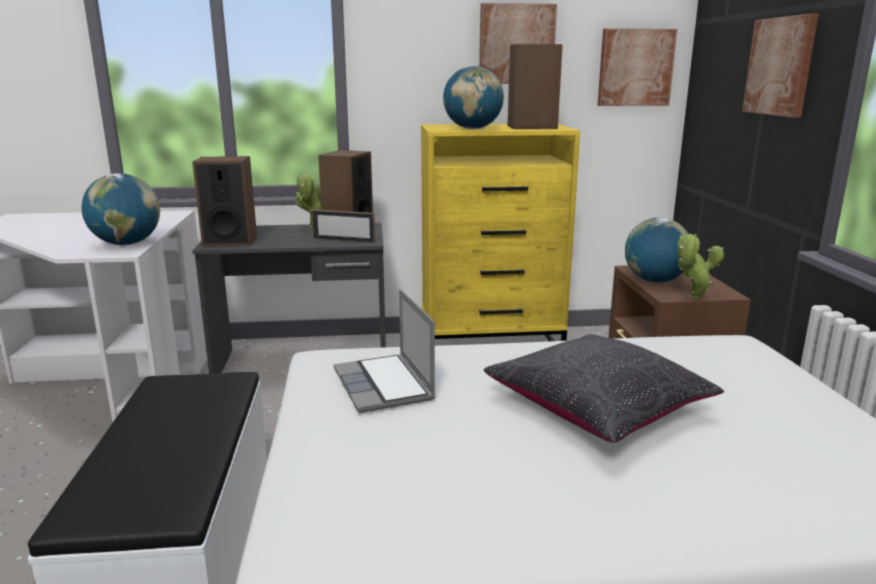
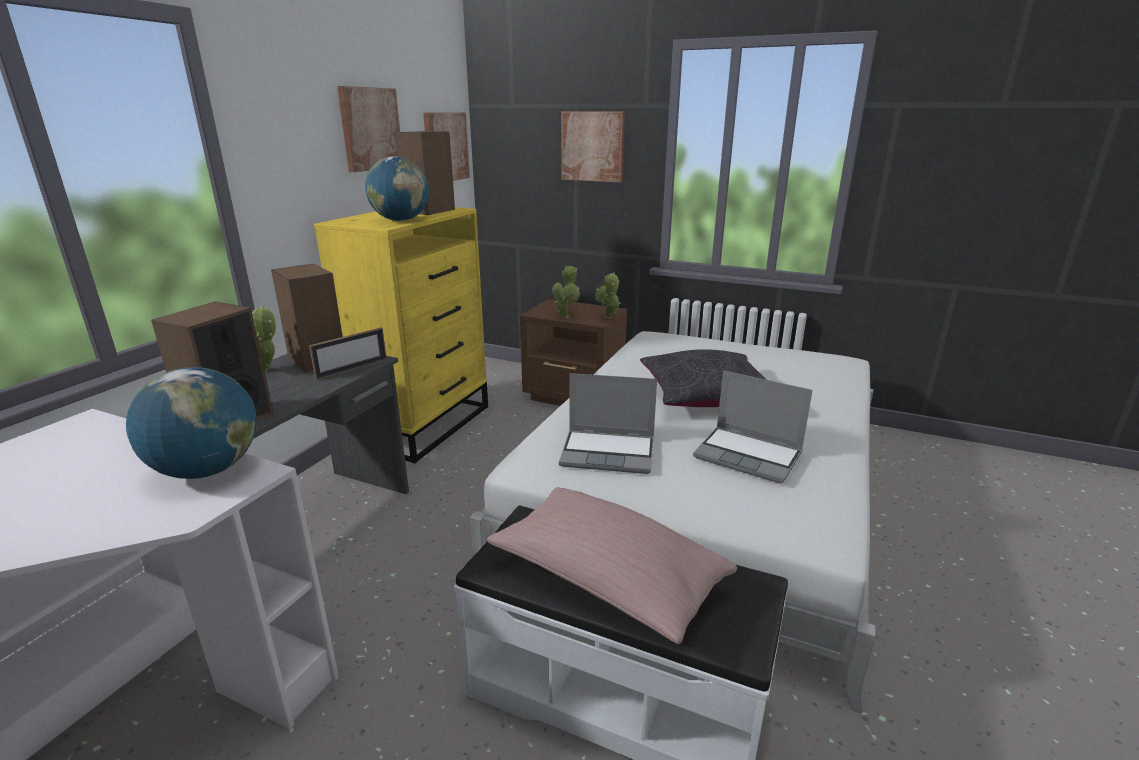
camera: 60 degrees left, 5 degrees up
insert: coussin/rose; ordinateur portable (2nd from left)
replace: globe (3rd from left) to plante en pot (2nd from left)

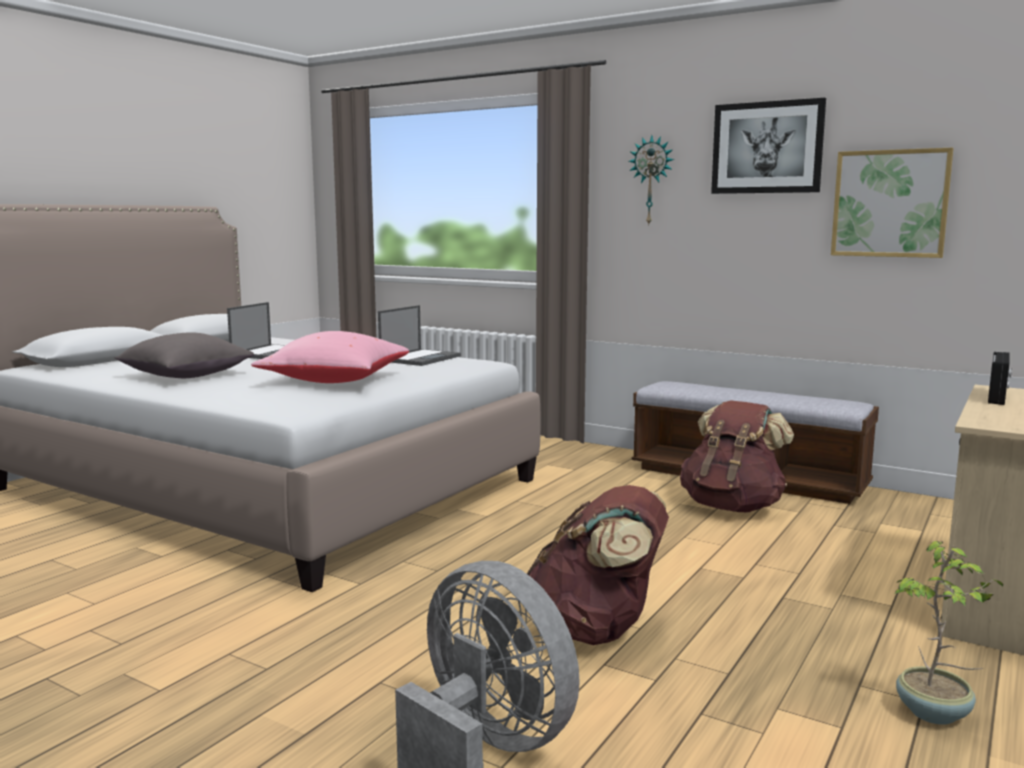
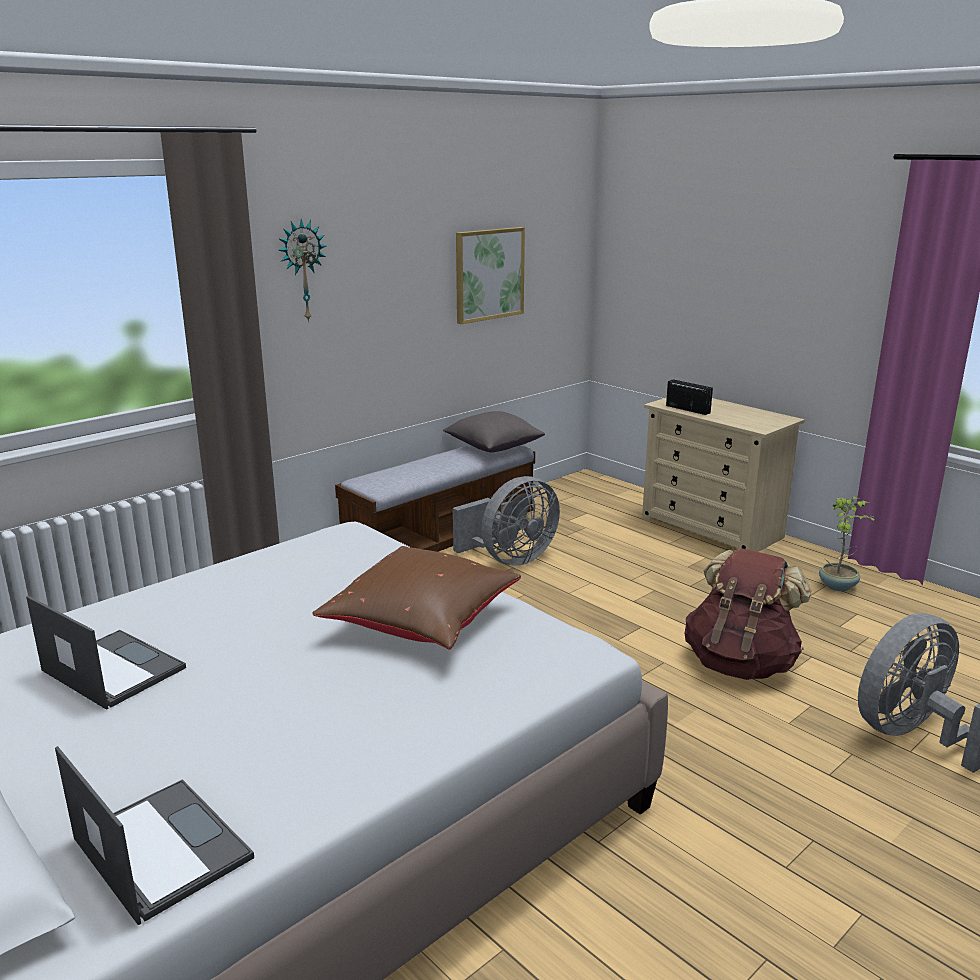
camera: 75 degrees left, 10 degrees up
delete: tableau (1st from left)
move: coussin/gris; ordinateur portable (2nd from left)
replace: sac à dos/marron (2nd from left) to ventilateur/gris (1st from left)
recolor: coussin/rose to coussin/marron

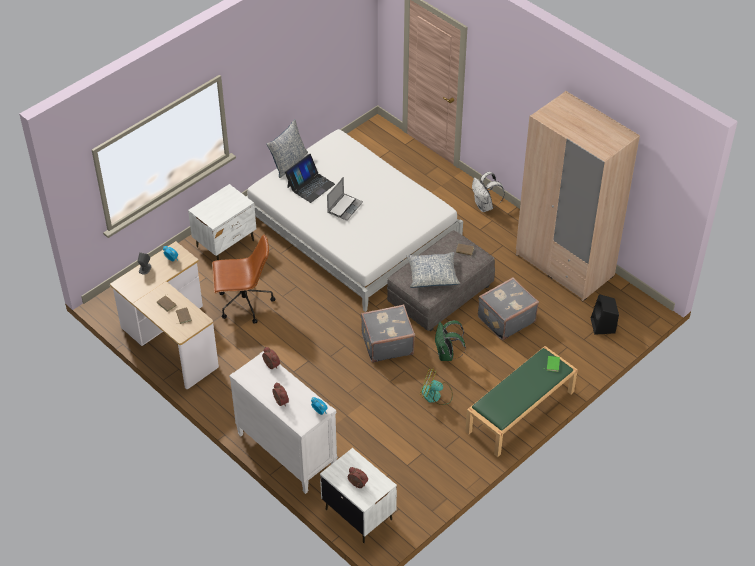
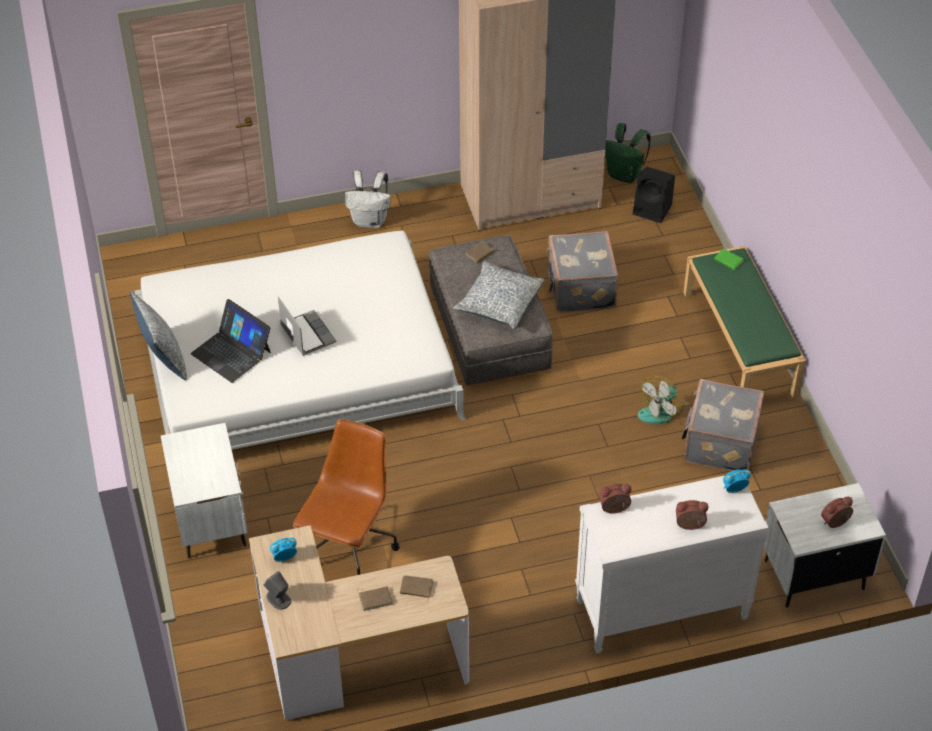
camera: 60 degrees left, 0 degrees up
move: valise/gris (1st from left in the first image) to valise/gris (2nd from left); sac à dos/vert
rotate: ordinateur portable (1st from left) 150 degrees clockwise

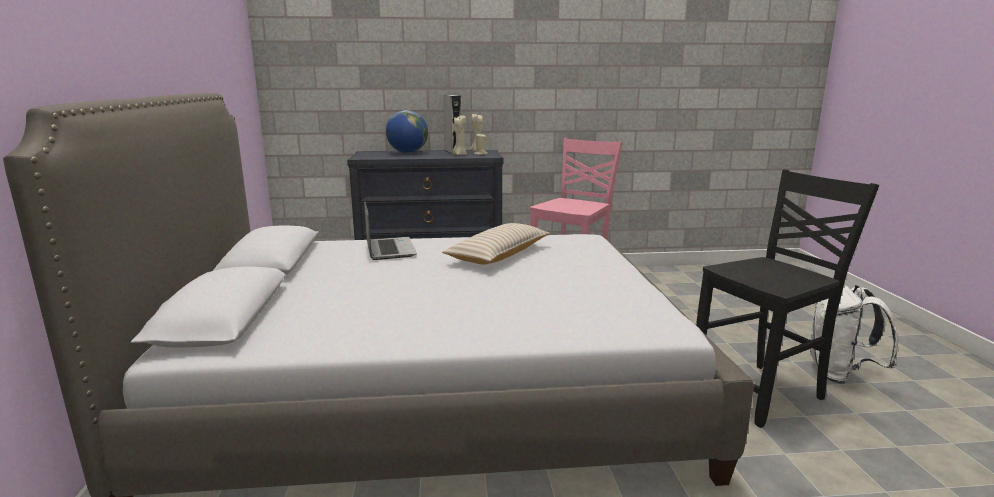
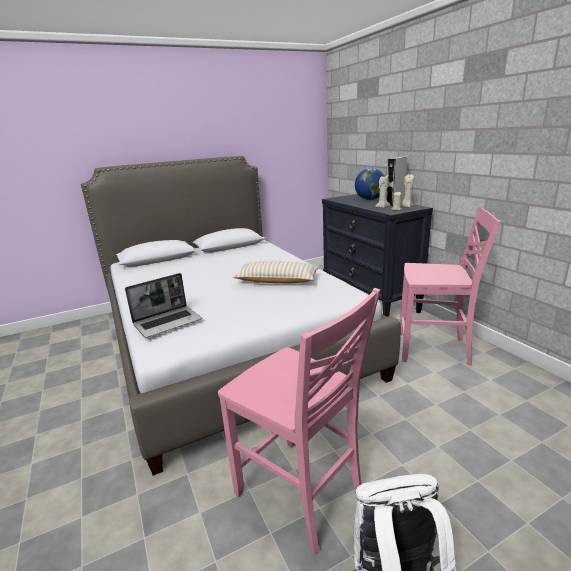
camera: 70 degrees right, 5 degrees up
move: ordinateur portable
recolor: chaise/noir to chaise/rose (1st from left)

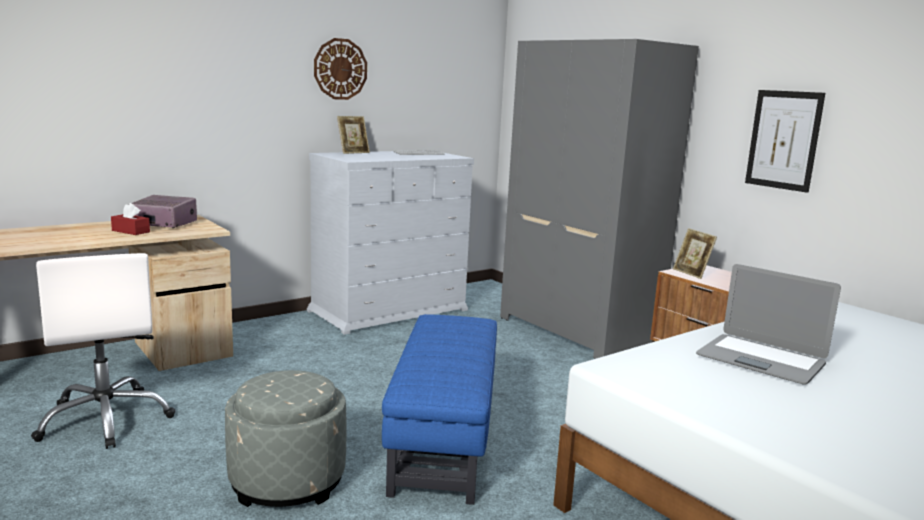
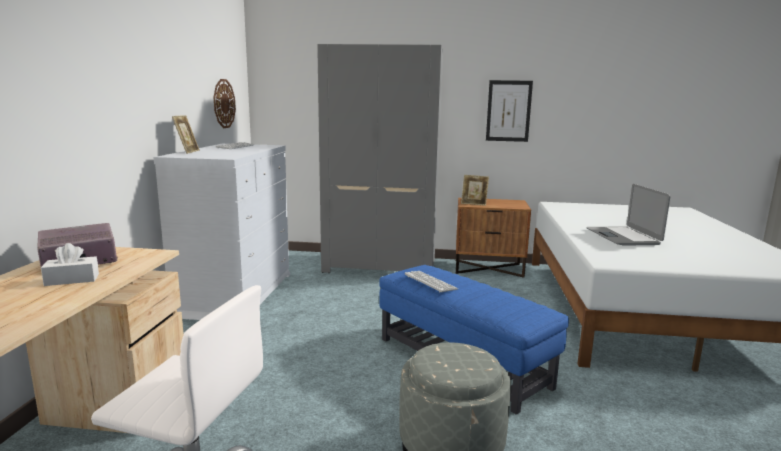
camera: 45 degrees left, 0 degrees up
insert: clavier (2nd from left)
move: horloge murale
recolor: boîte à mouchoirs/rouge to boîte à mouchoirs/blanc
rotate: ordinateur portable 90 degrees clockwise

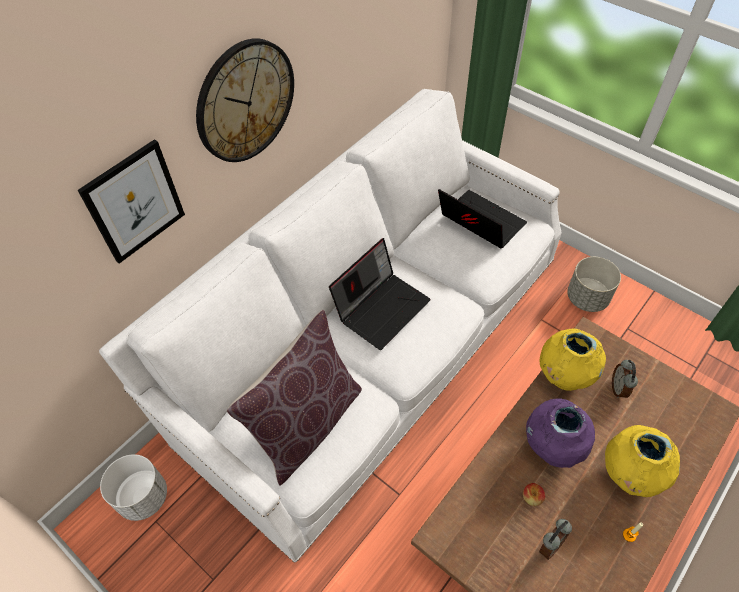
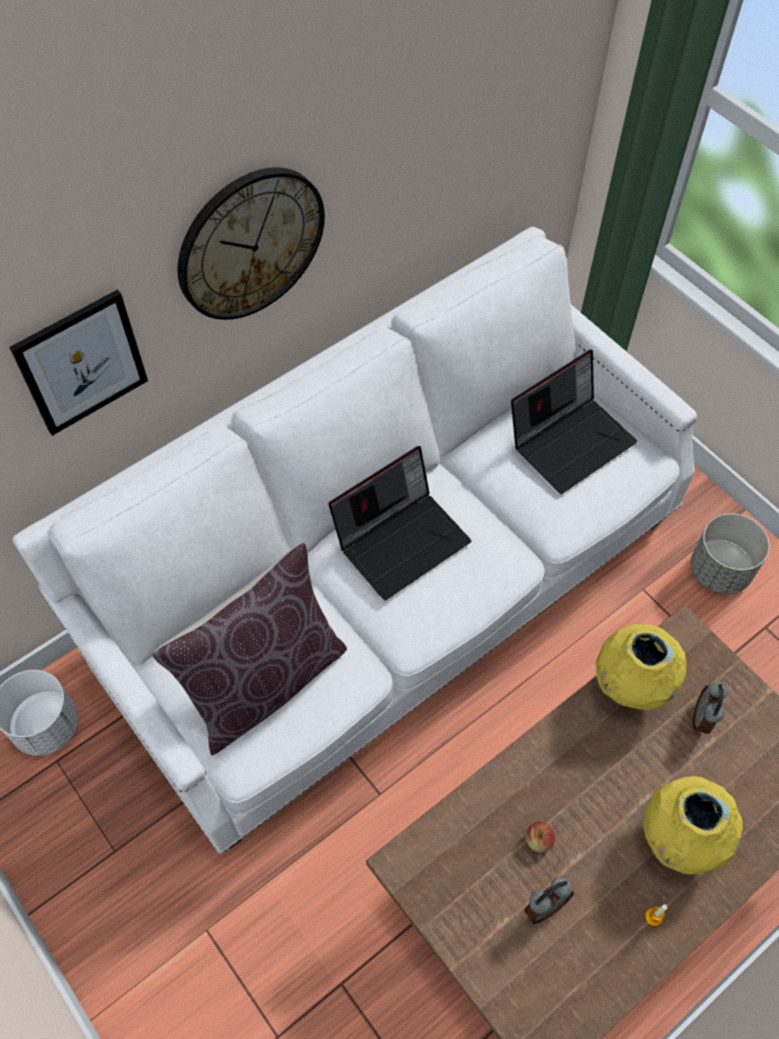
camera: 10 degrees right, 5 degrees up
delete: vase/violet
rotate: ordinateur portable (2nd from left) 90 degrees clockwise

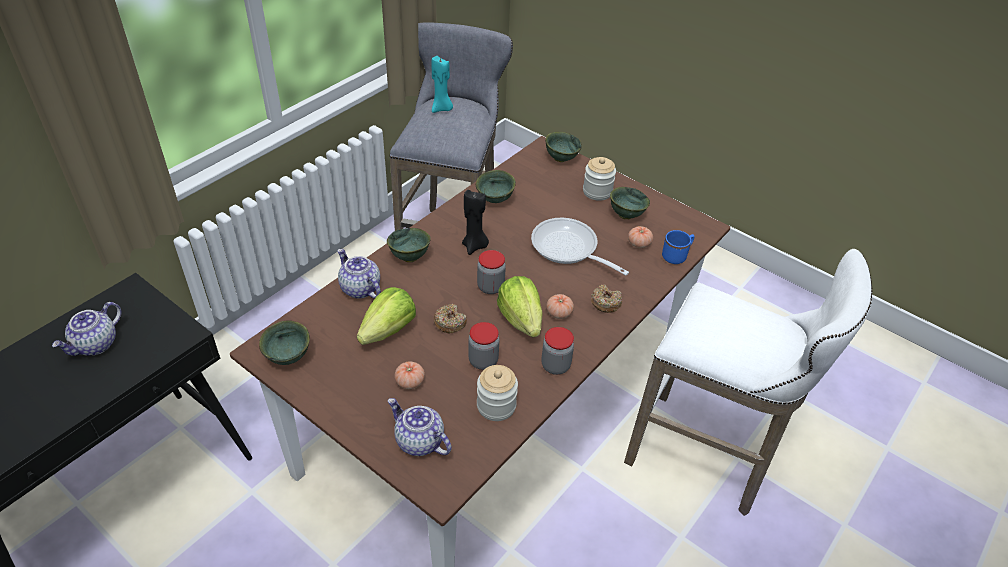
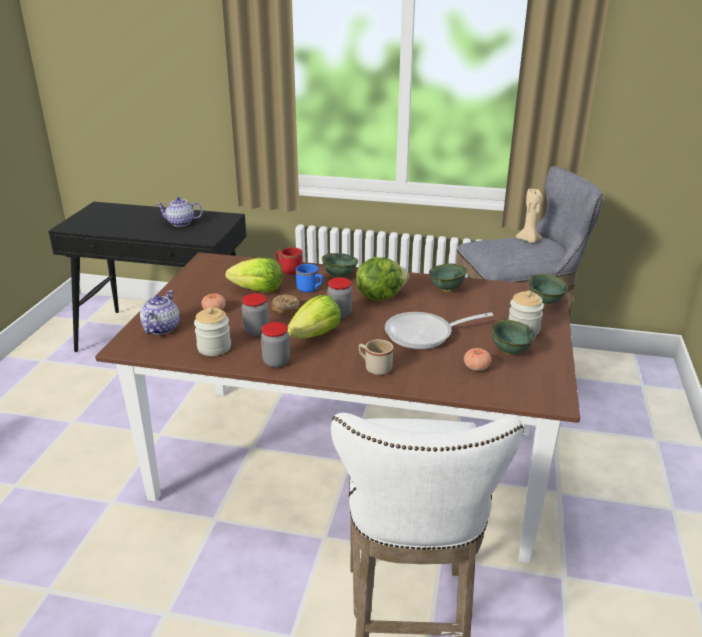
camera: 65 degrees right, 15 degrees down
delete: bol/vert (1st from left); tomate (2nd from left)
move: mug/bleu
replace: théière (2nd from left) to mug/rouge; bougie/noir to laitue (3rd from left); beignet (2nd from left) to mug/beige
recolor: bougie/turquoise to bougie/beige
rotate: poêle 120 degrees counterclockwise

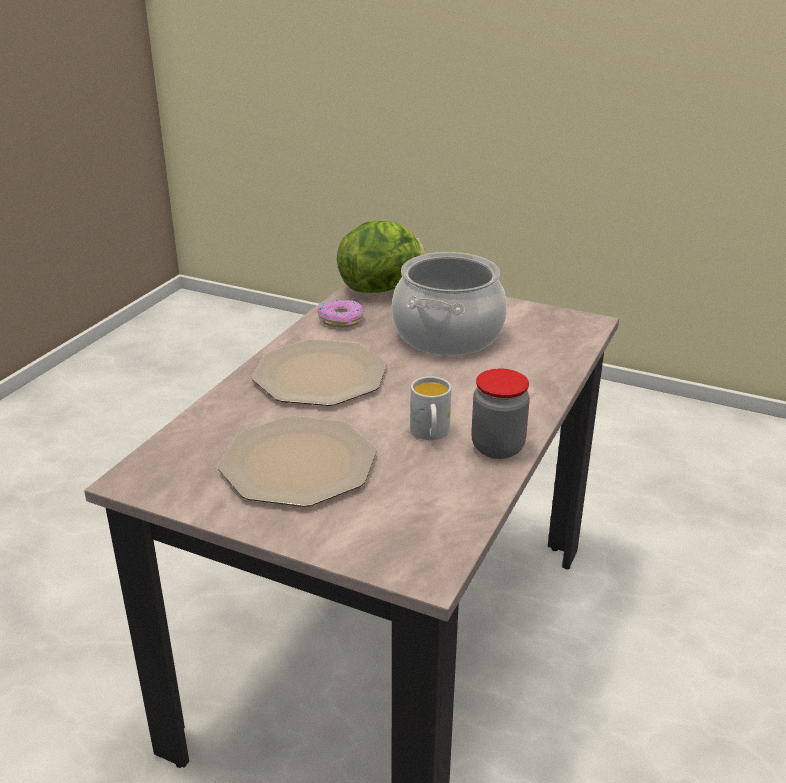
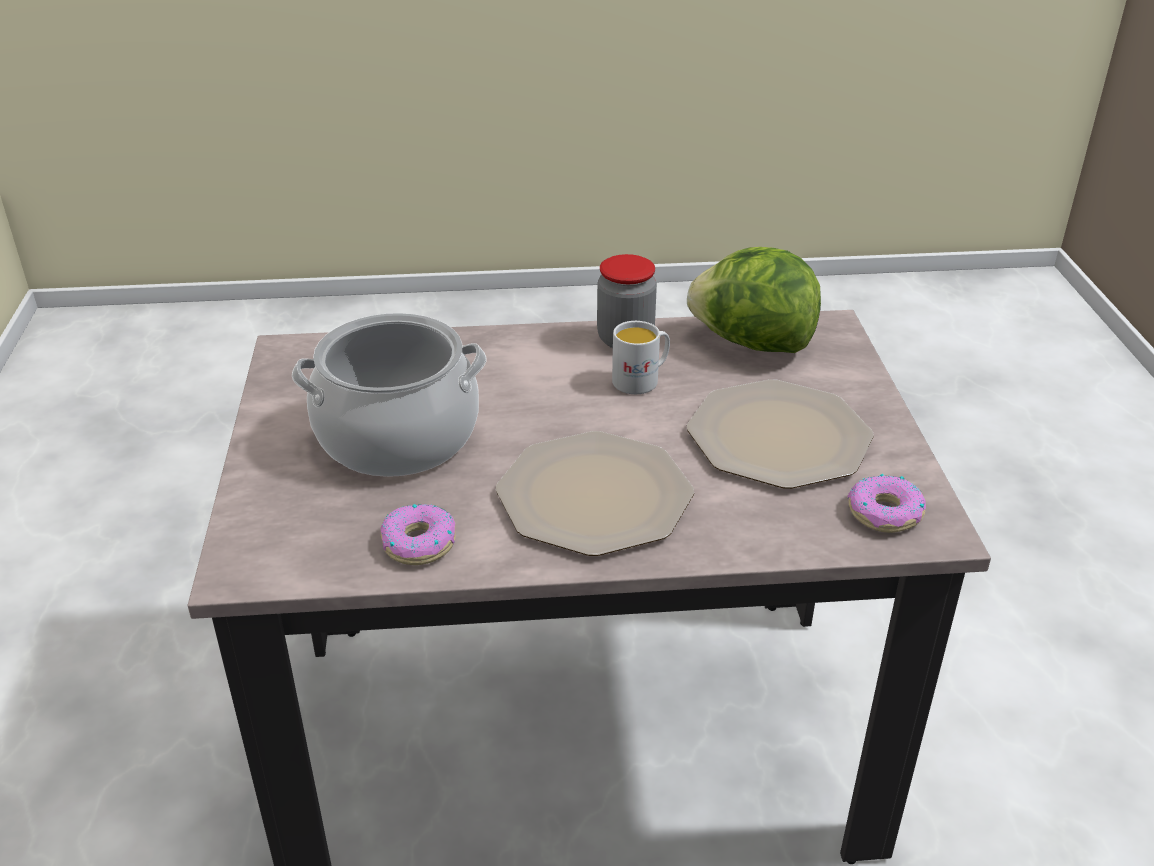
camera: 120 degrees left, 5 degrees up
insert: beignet (2nd from left)
move: laitue

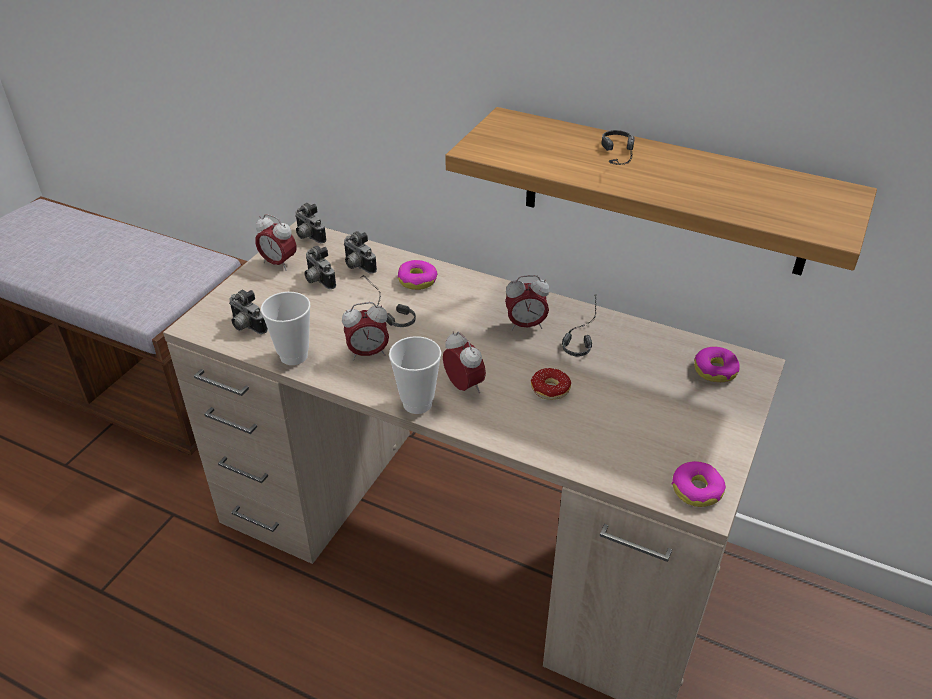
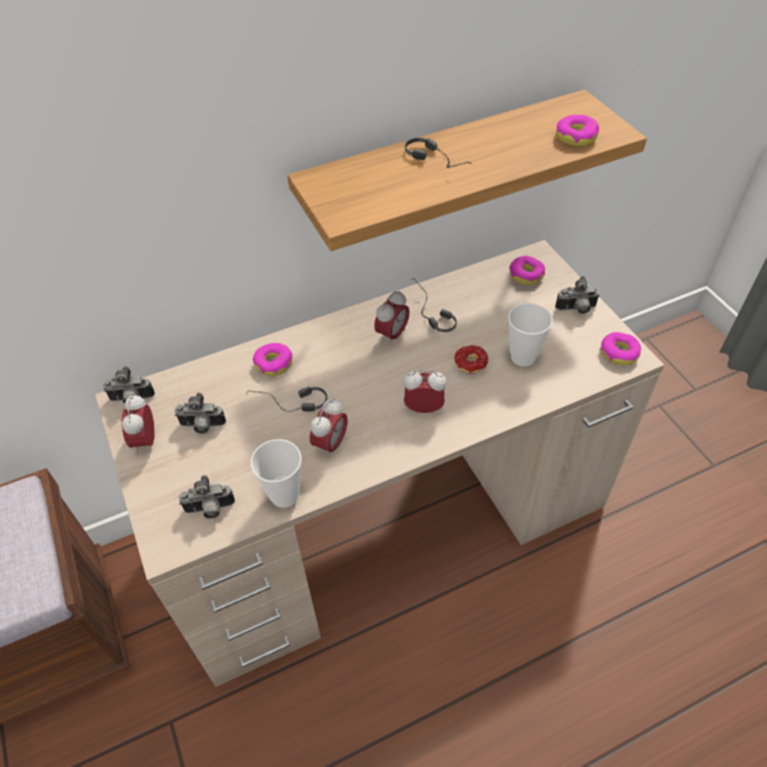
camera: 50 degrees left, 10 degrees up
insert: beignet (4th from left)
move: appareil photo (4th from left); tasse (2nd from left)
rotate: réveil (1st from left) 105 degrees clockwise

